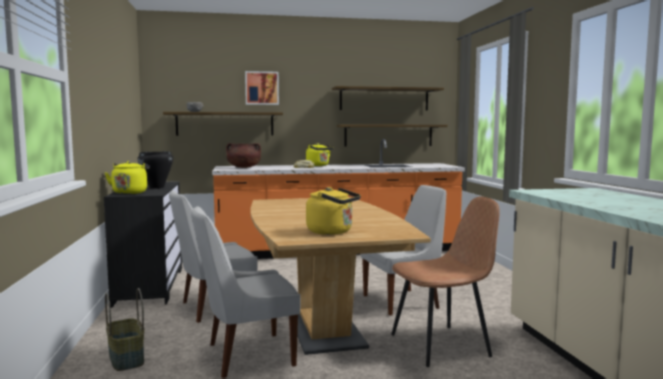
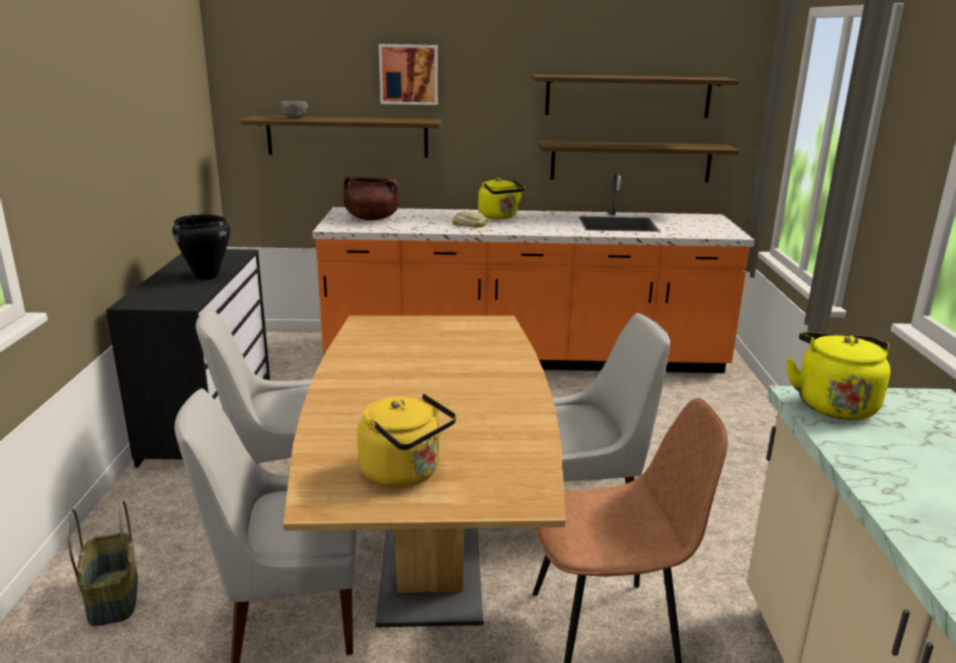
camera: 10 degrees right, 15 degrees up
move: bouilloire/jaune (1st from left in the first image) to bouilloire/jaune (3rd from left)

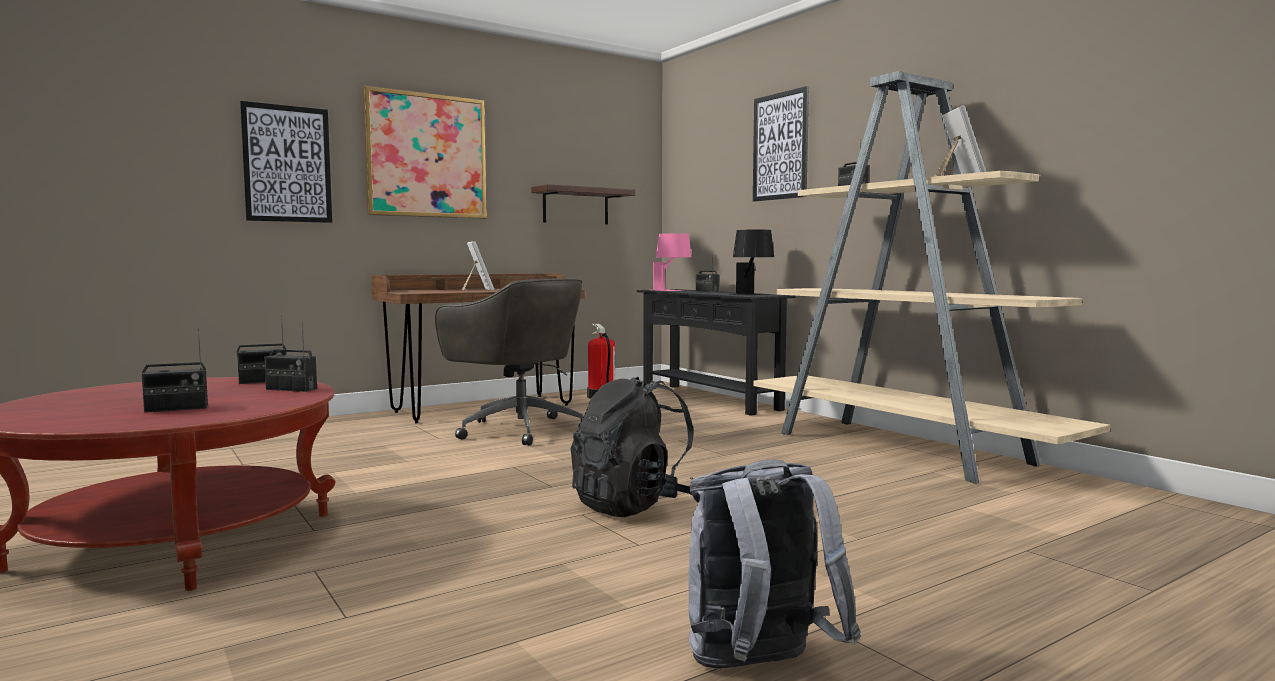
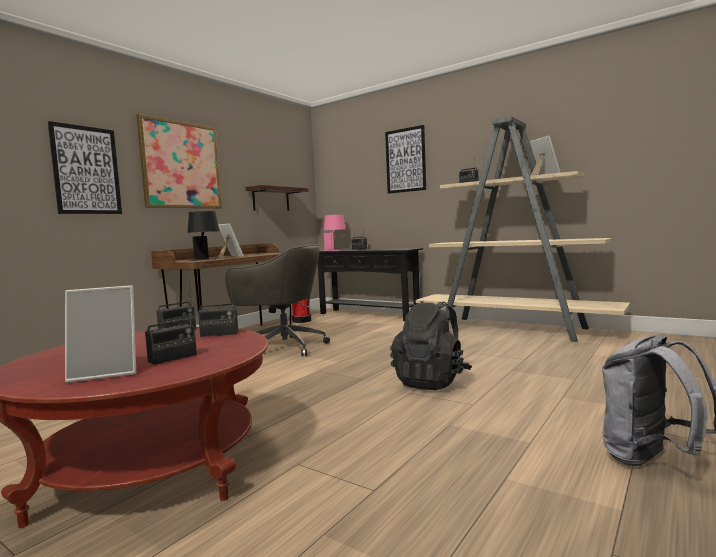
camera: 20 degrees left, 0 degrees up
insert: cadre photo (1st from left)
move: lampe de table/noir

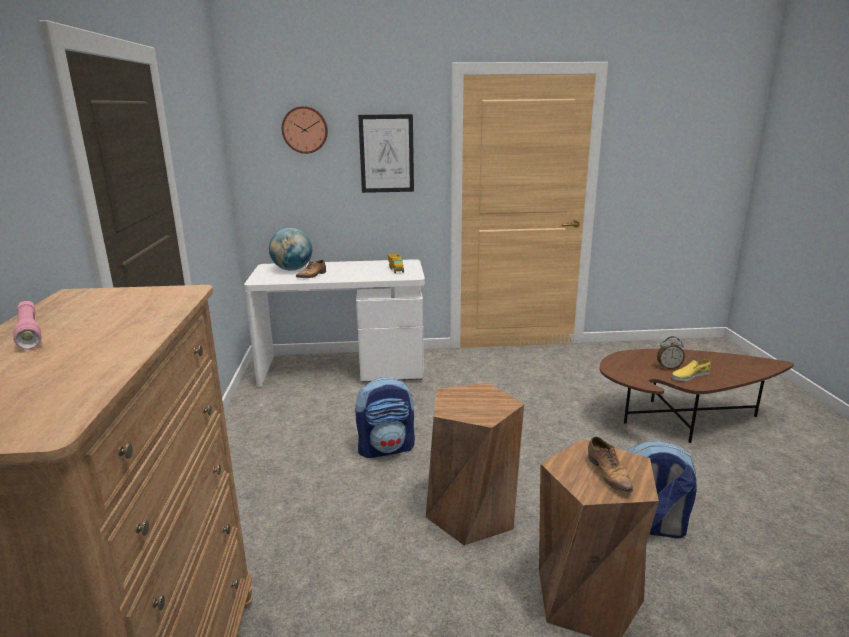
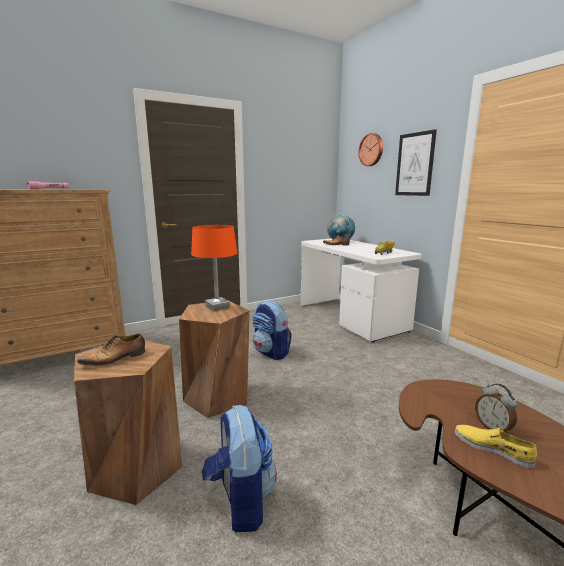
camera: 65 degrees right, 5 degrees down
insert: lampe de table/orange

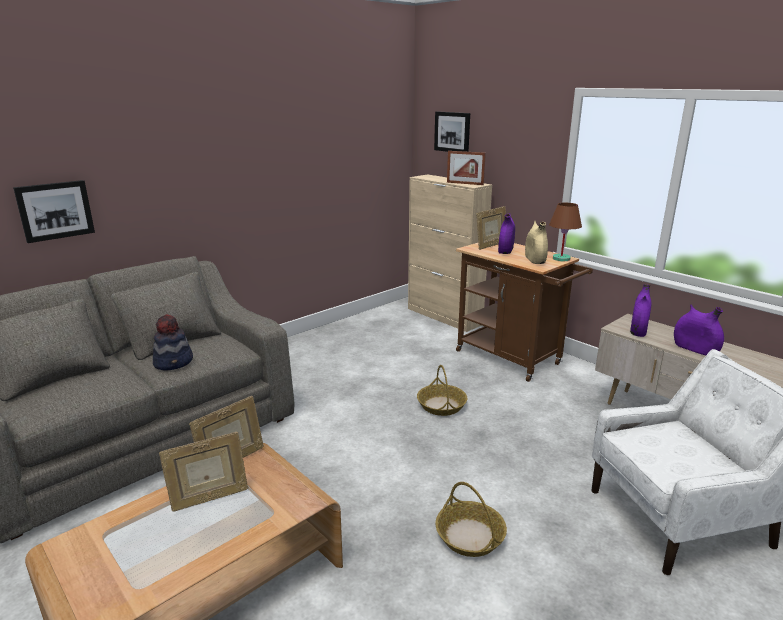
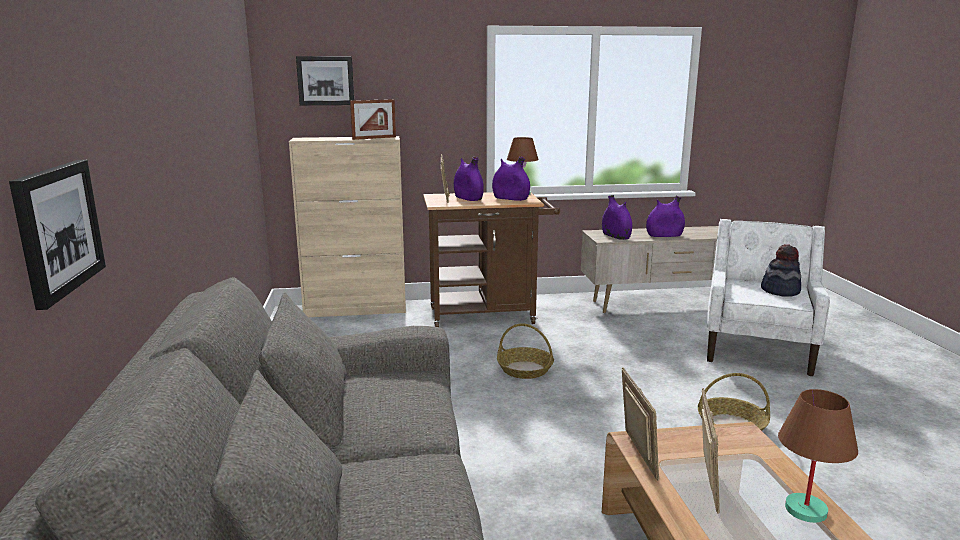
camera: 55 degrees left, 5 degrees down
insert: lampe de table/marron (2nd from left)
move: chapeau
recolor: vase/beige to vase/violet (2nd from left)

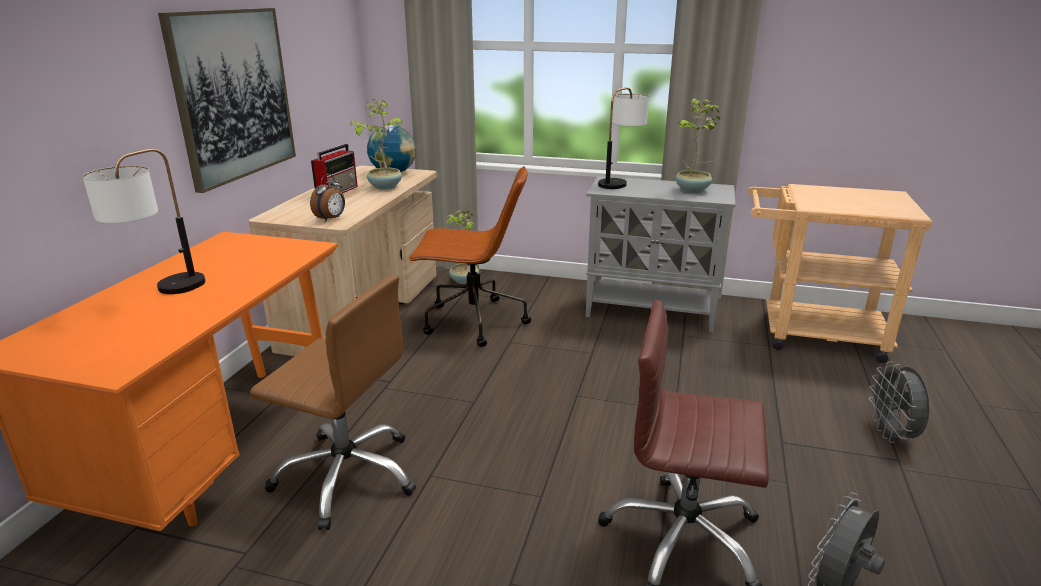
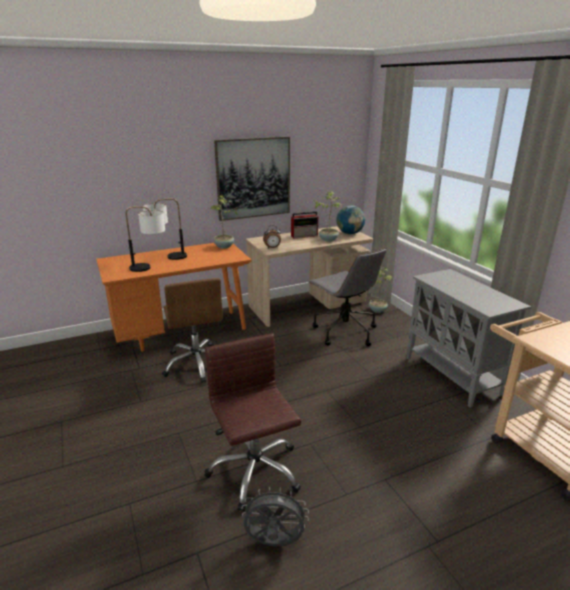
camera: 50 degrees right, 0 degrees up
delete: ventilateur/gris (2nd from left)
move: lampe de table (2nd from left in the first image) to lampe de table (1st from left); plante en pot (3rd from left in the first image) to plante en pot (1st from left)
recolor: chaise de bureau/marron (2nd from left) to chaise de bureau/gris

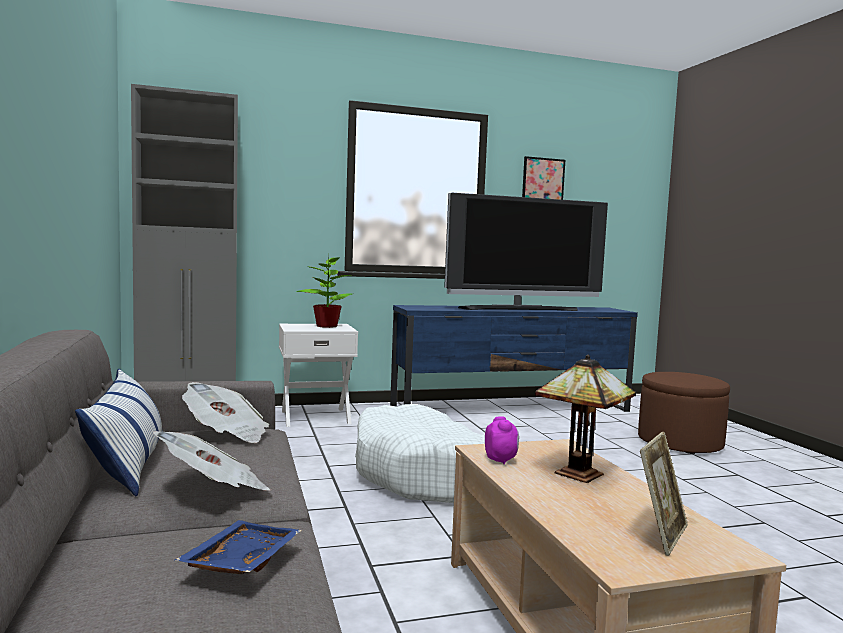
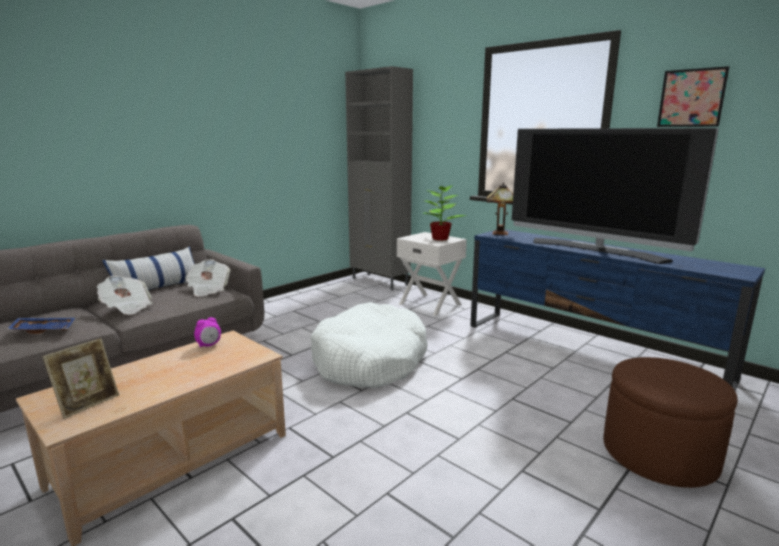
camera: 60 degrees right, 10 degrees up
move: lampe de table
rotate: cadre photo 60 degrees counterclockwise

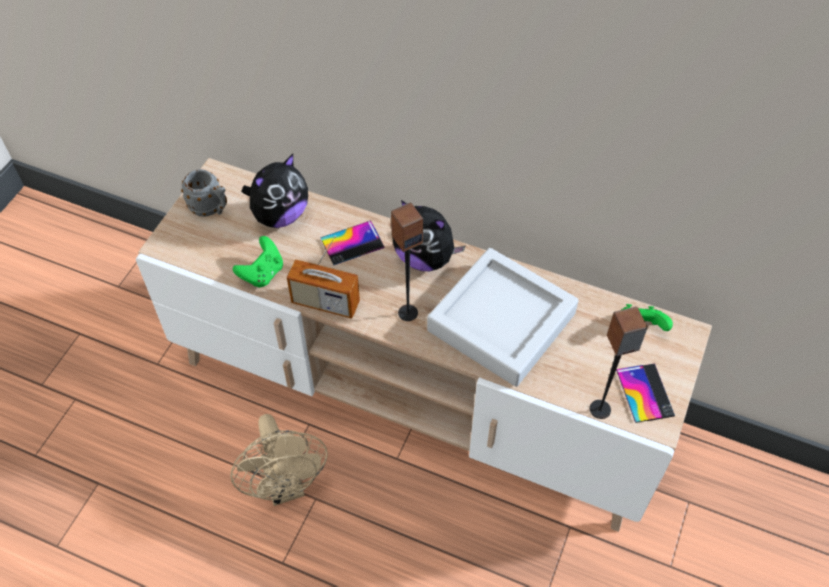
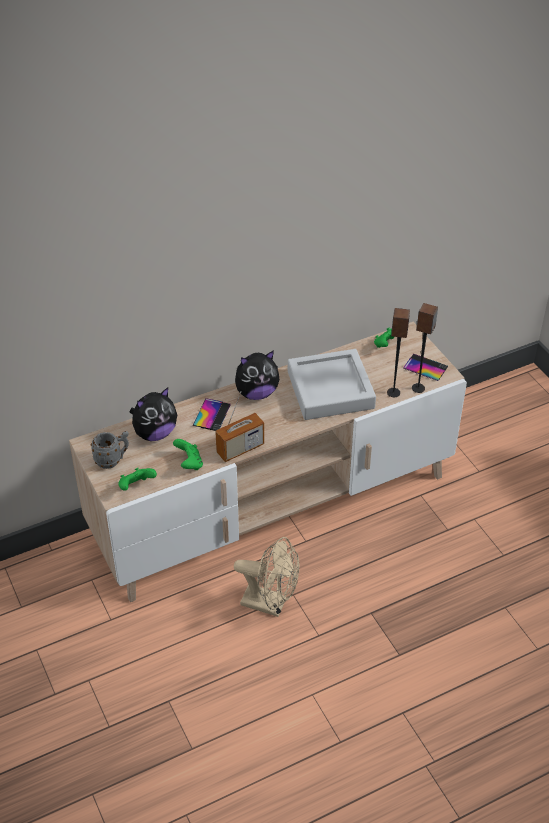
camera: 50 degrees left, 10 degrees down
insert: manette/vert (1st from left)
move: enceinte (1st from left)
rotate: peluche (1st from left) 60 degrees clockwise

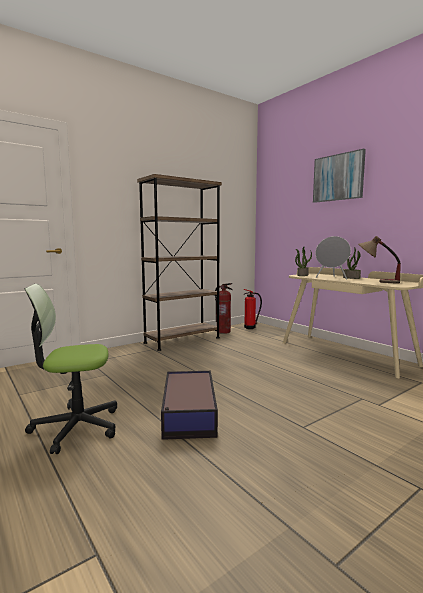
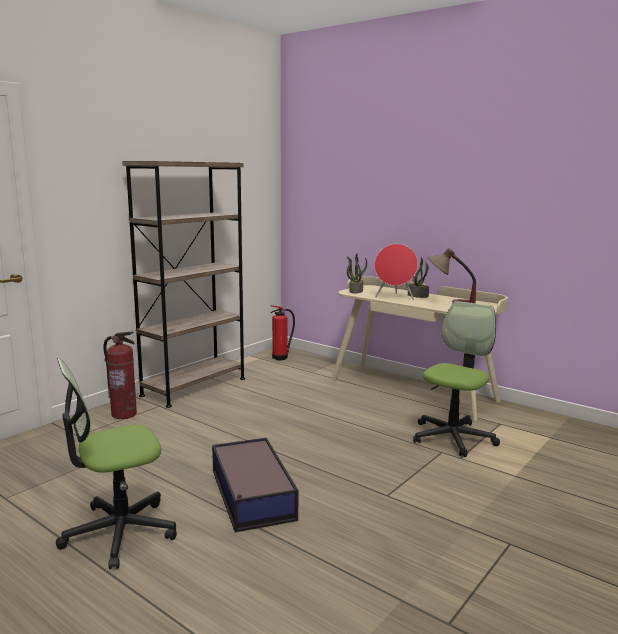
camera: 15 degrees left, 5 degrees up
delete: tableau
insert: chaise de bureau (2nd from left)
move: extincteur (1st from left)
recolor: enceinte/gris to enceinte/rouge

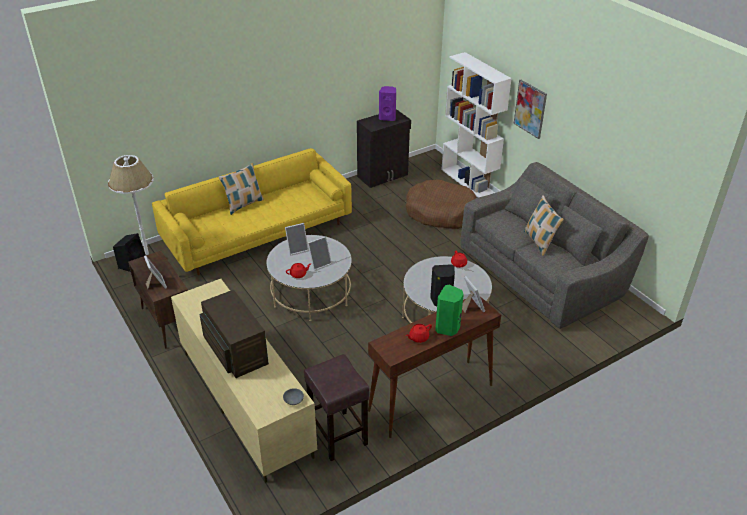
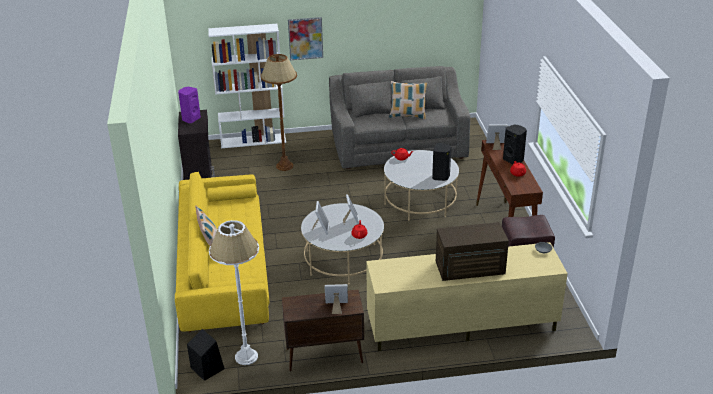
camera: 65 degrees left, 5 degrees down
replace: panier pour chien/marron to lampadaire/marron
recolor: enceinte/vert to enceinte/noir (3rd from left)

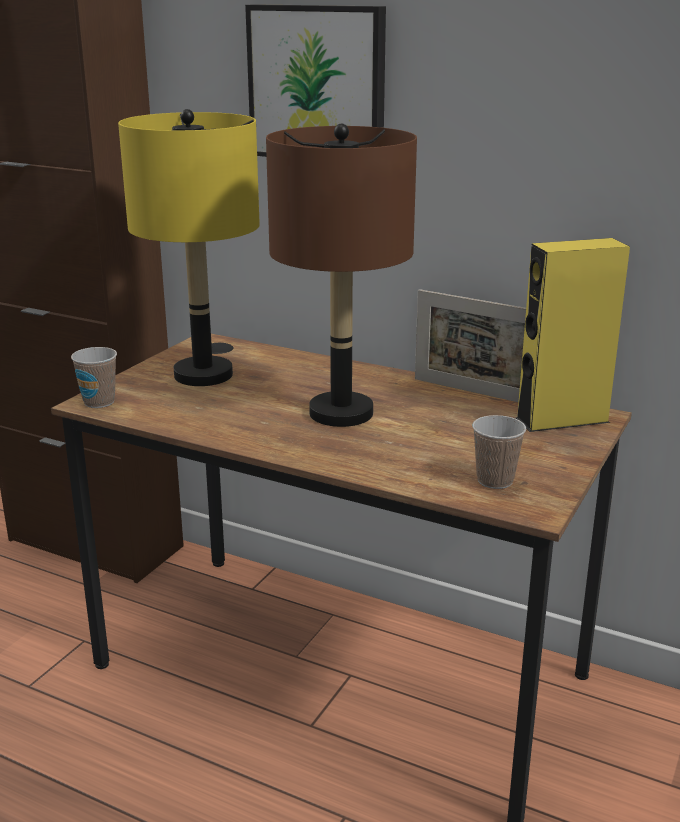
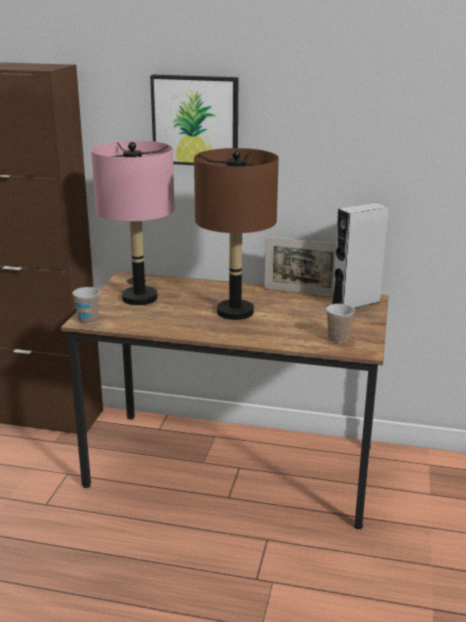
camera: 15 degrees left, 0 degrees up
recolor: lampe de table/jaune to lampe de table/rose; enceinte/jaune to enceinte/gris

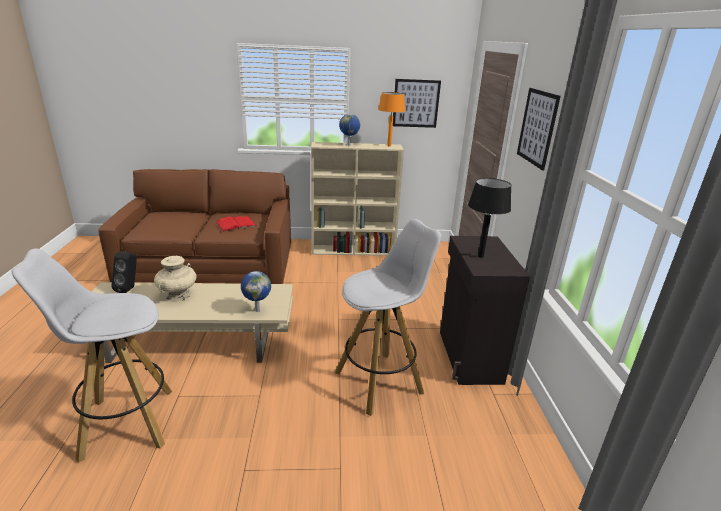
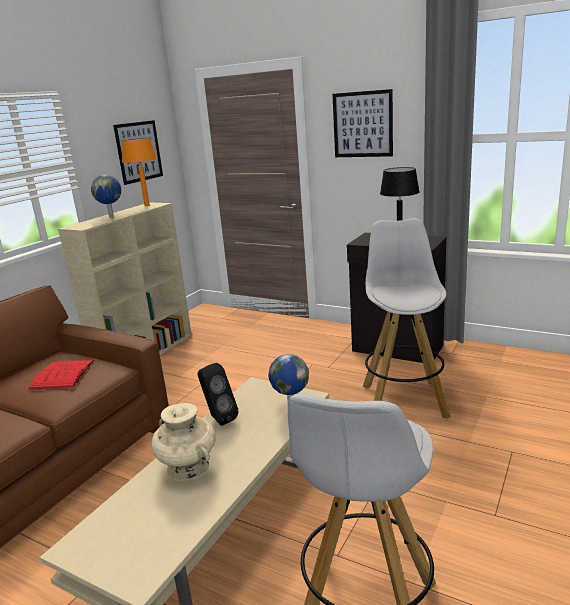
camera: 55 degrees left, 5 degrees down
move: enceinte/noir

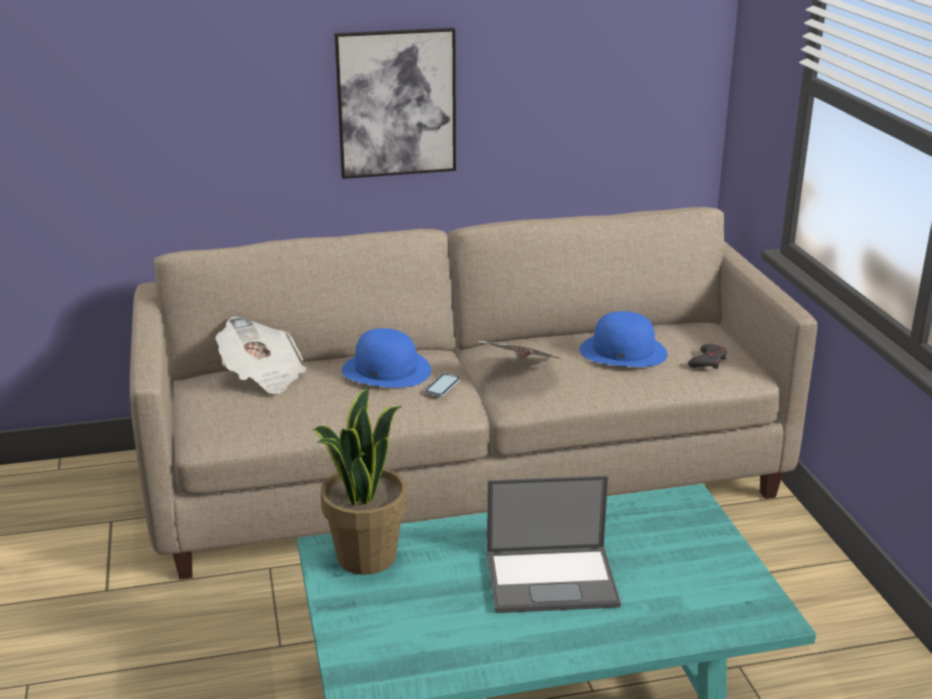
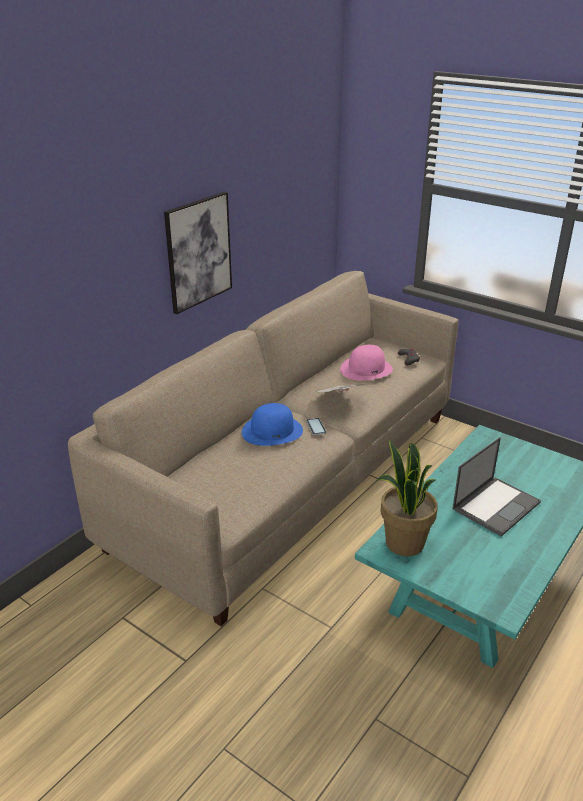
camera: 40 degrees left, 5 degrees up
delete: journal (1st from left)
recolor: chapeau/bleu (2nd from left) to chapeau/rose

